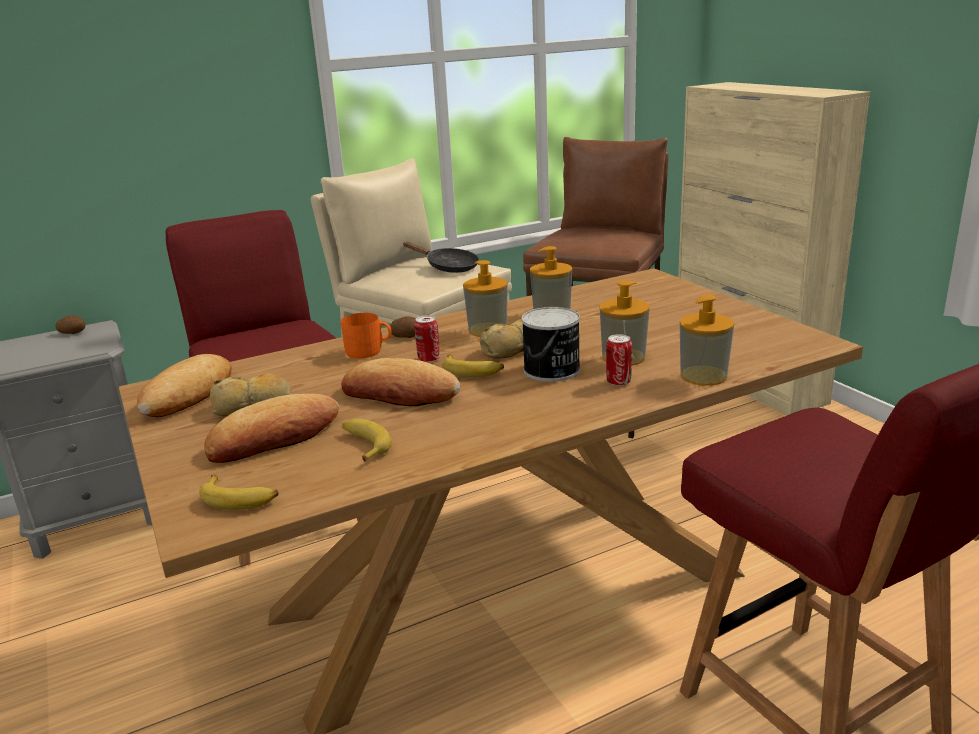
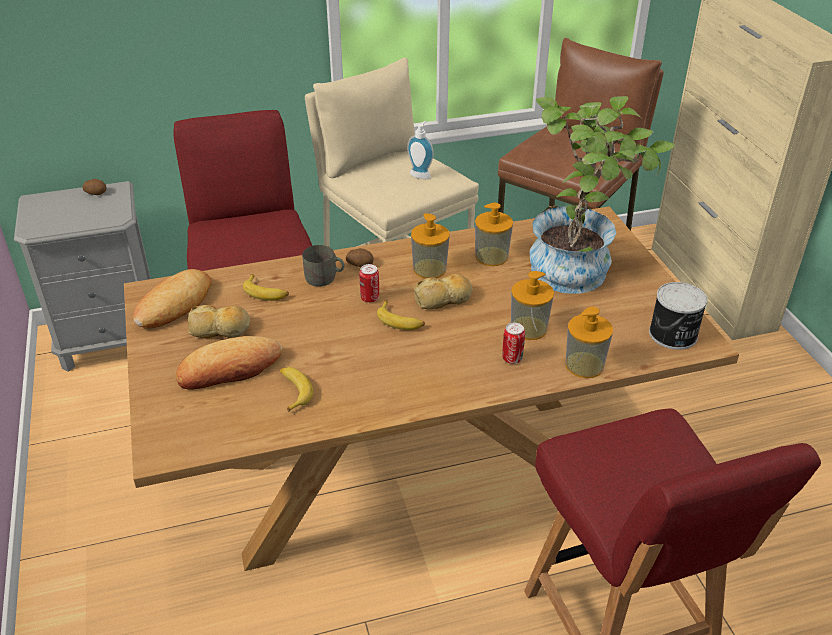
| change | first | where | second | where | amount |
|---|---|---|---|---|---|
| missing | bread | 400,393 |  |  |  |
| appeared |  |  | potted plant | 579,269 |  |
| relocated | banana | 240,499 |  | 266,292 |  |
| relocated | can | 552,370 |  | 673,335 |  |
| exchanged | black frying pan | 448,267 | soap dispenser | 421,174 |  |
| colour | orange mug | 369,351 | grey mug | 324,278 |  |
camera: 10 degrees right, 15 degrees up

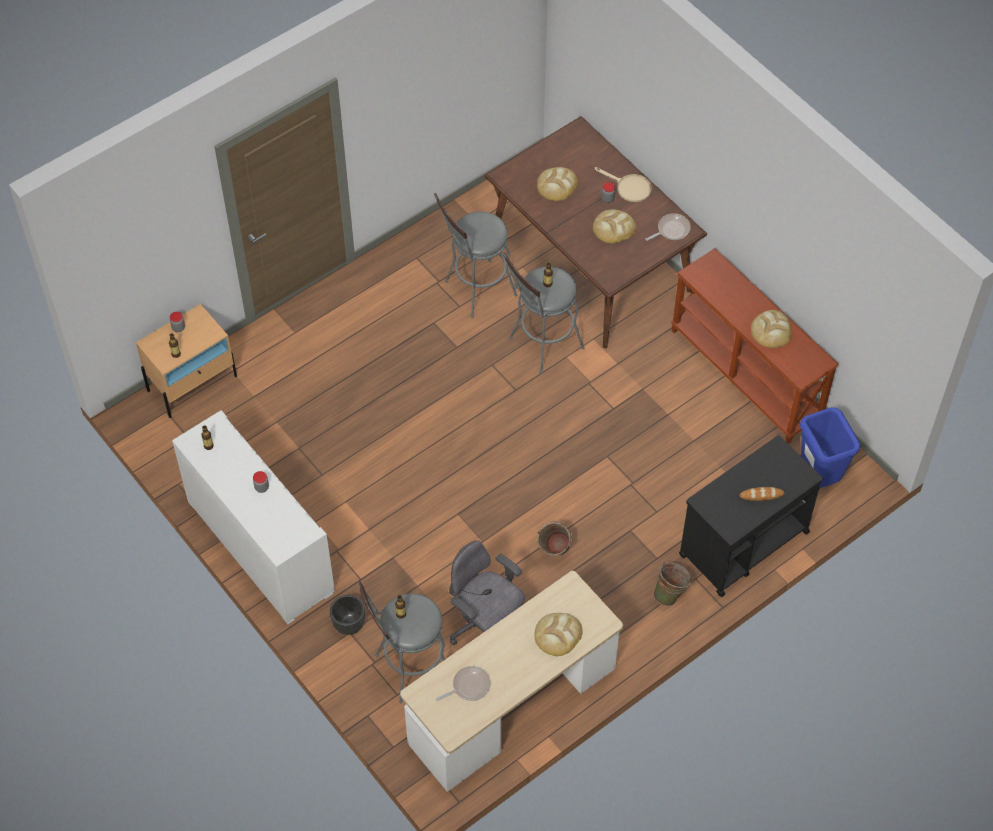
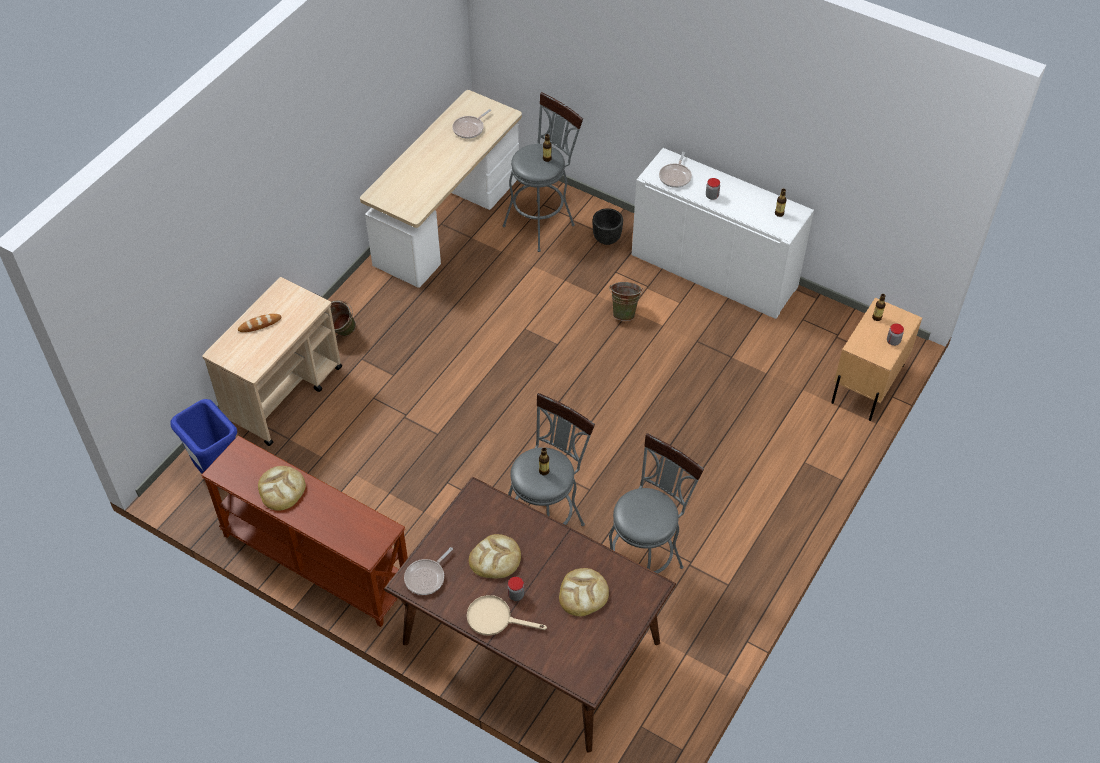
| change | first | where | second | where | amount |
|---|---|---|---|---|---|
| missing | grey office chair | 485,626 |  |  |  |
| missing | bread | 557,635 |  |  |  |
| appeared |  |  | frying pan | 675,176 |  |
| relocated | green bucket | 554,553 |  | 624,312 |  |
| colour | black cart | 743,544 | beige cart | 283,393 |  |
camera: 160 degrees right, 5 degrees down

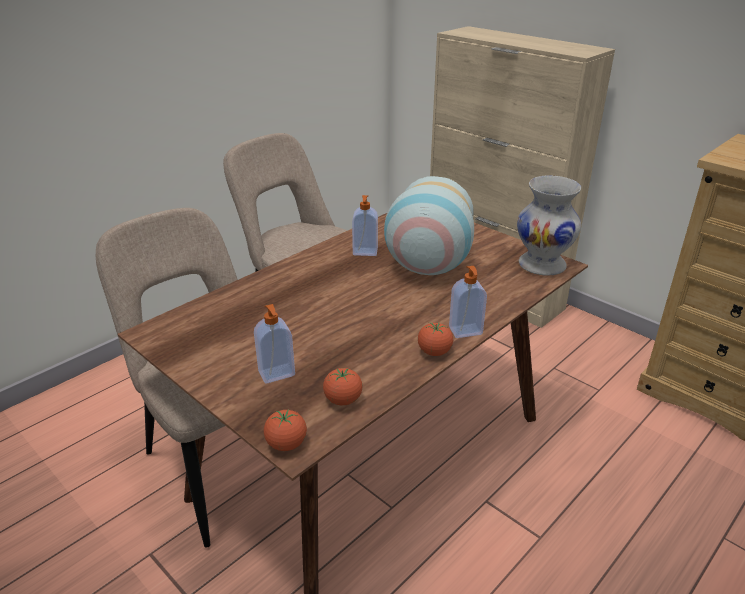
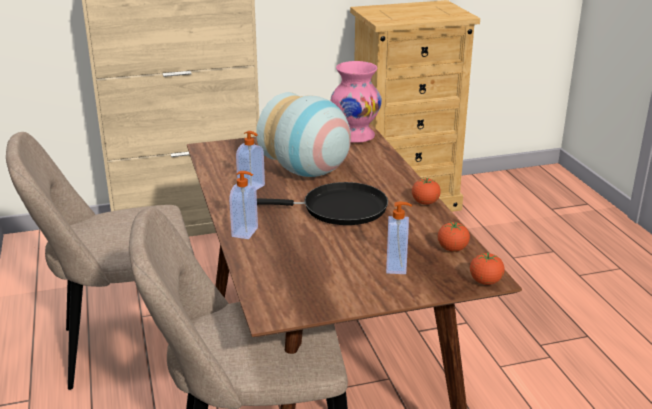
| change | first | where | second | where | amount |
|---|---|---|---|---|---|
| appeared |  |  | black frying pan | 338,209 |  |
| relocated | soap dispenser | 466,331 |  | 246,232 |  |
| colour | white vase | 541,265 | pink vase | 355,136 |  |
camera: 60 degrees left, 5 degrees down

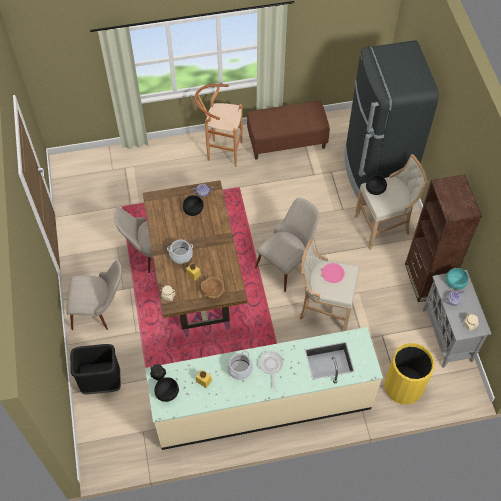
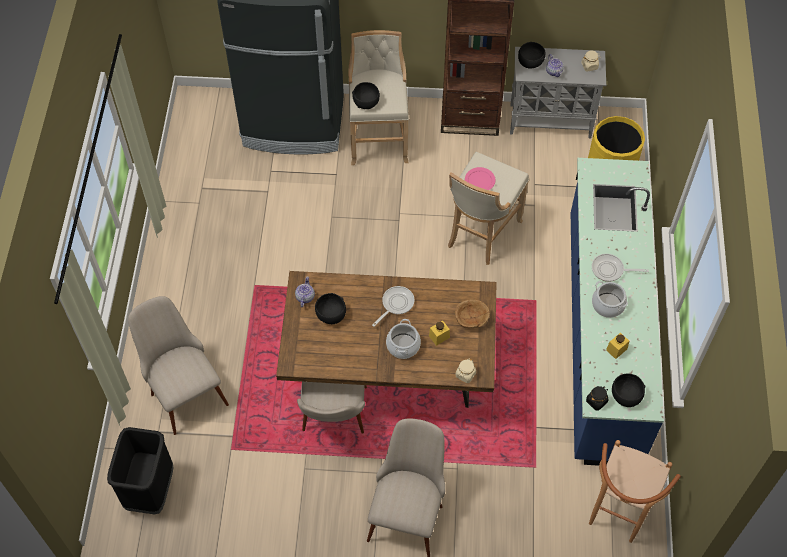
| change | first | where | second | where | amount |
|---|---|---|---|---|---|
| missing | brown bench | 287,141 |  |  |  |
| appeared |  |  | frying pan | 395,304 |  |
| relocated | black trash can | 101,383 |  | 151,490 |  |
| relocated | brown stool | 221,151 |  | 616,517 |  |
| relocated | beige chair | 287,263 |  | 183,389 |  |
| colour | beige counter | 262,405 | blue counter | 600,336 |  |
| colour | turquoise bowl | 455,282 | black bowl | 530,62 |  |
camera: 75 degrees left, 0 degrees up

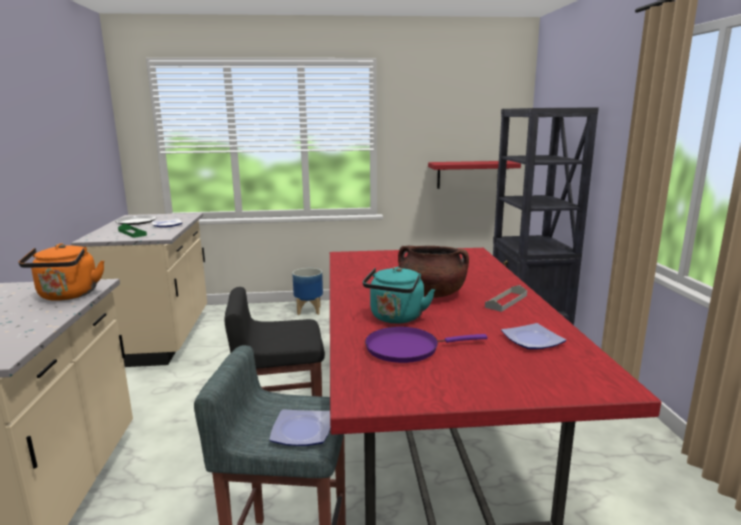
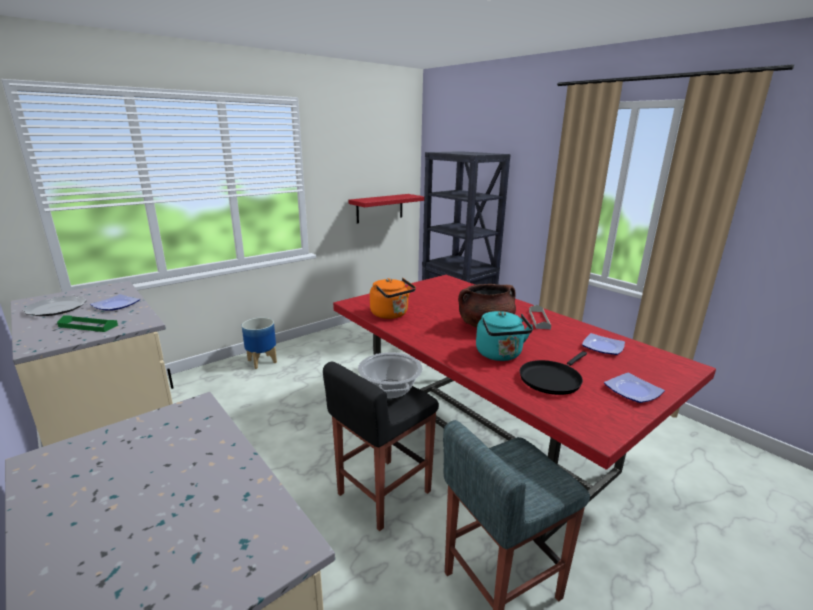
| change | first | where | second | where | amount |
|---|---|---|---|---|---|
| appeared |  |  | cooking pot | 390,389 |  |
| relocated | orange kettle | 68,296 |  | 391,314 |  |
| relocated | plate | 302,432 |  | 634,391 |  |
| colour | purple frying pan | 407,348 | black frying pan | 551,379 |  |
camera: 35 degrees left, 5 degrees up

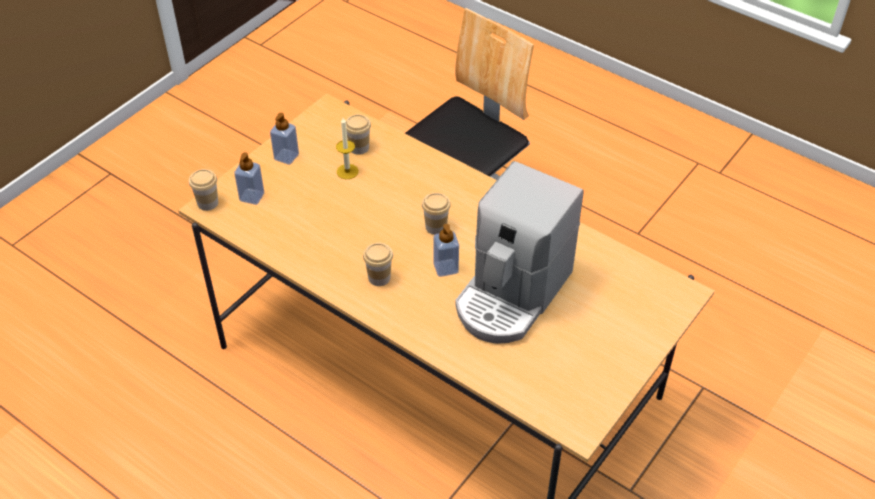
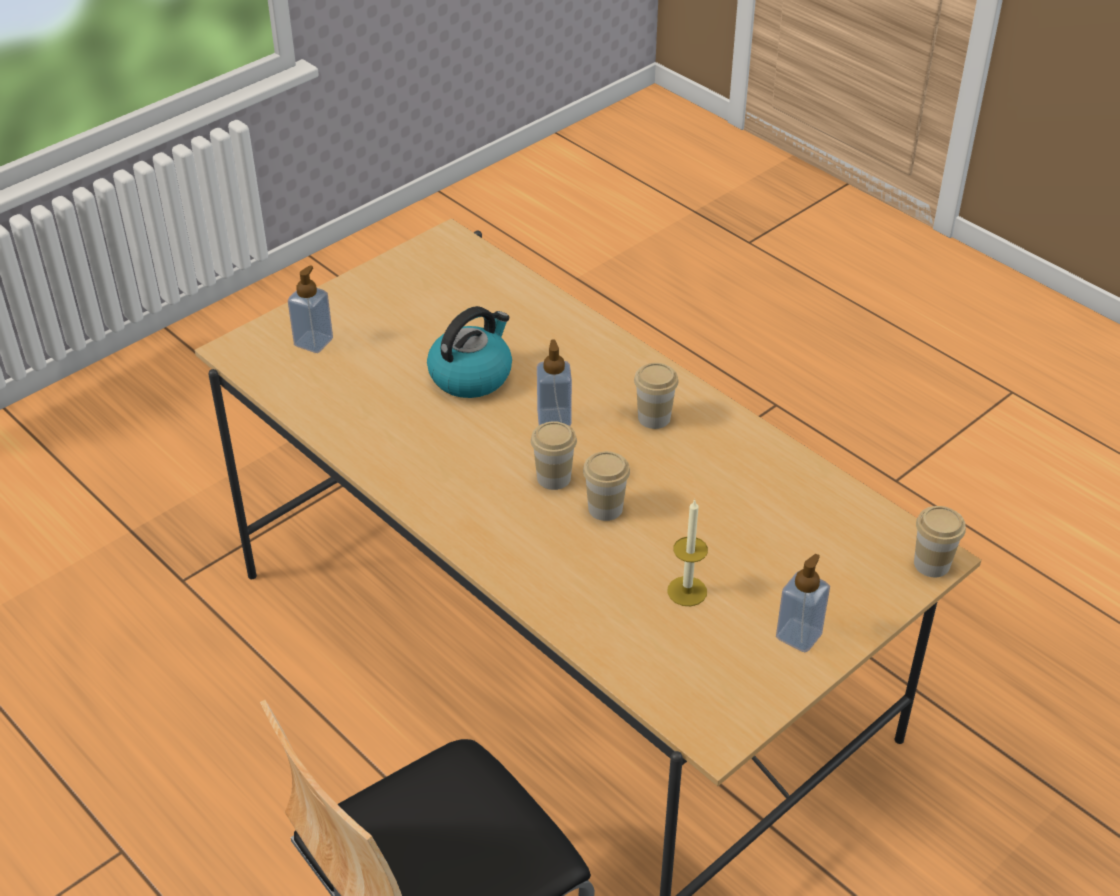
| change | first | where | second | where | amount |
|---|---|---|---|---|---|
| relocated | soap dispenser | 252,197 |  | 313,342 |  |
| relocated | cup | 359,147 |  | 605,508 |  |
| exchanged | coffee machine | 512,294 | kettle | 471,375 |  |
camera: 170 degrees left, 5 degrees down

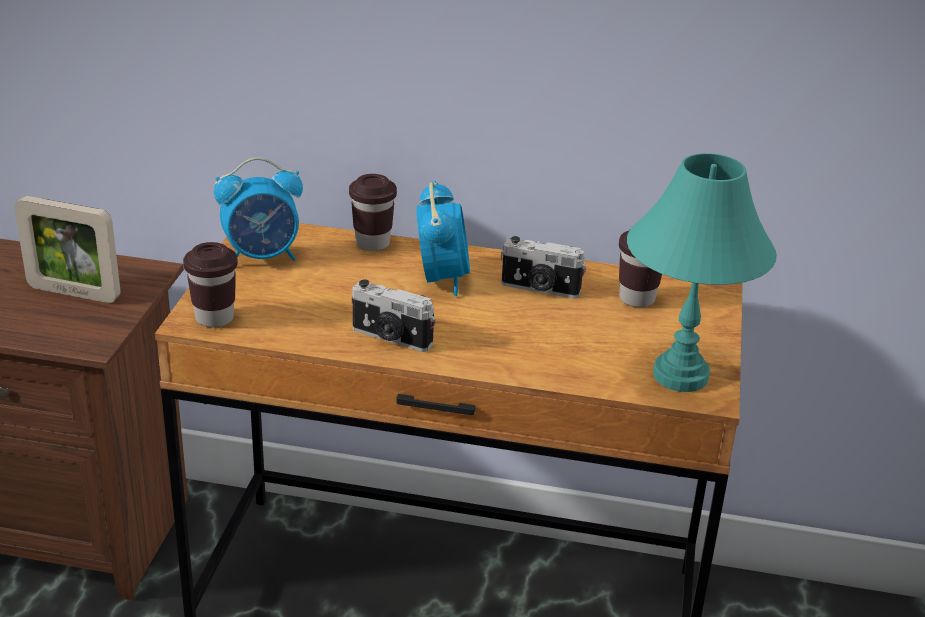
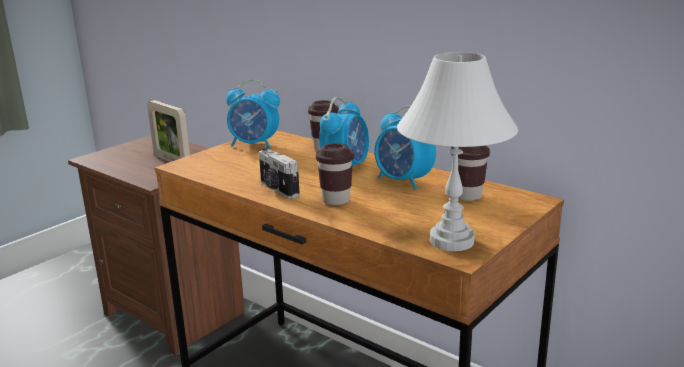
| change | first | where | second | where | amount |
|---|---|---|---|---|---|
| relocated | brown cup | 214,318 |  | 336,200 |  |
| exchanged | photo camera | 540,289 | alarm clock | 404,181 |  |
| colour | turquoise table lamp | 680,375 | white table lamp | 452,240 |  |
camera: 30 degrees right, 10 degrees down

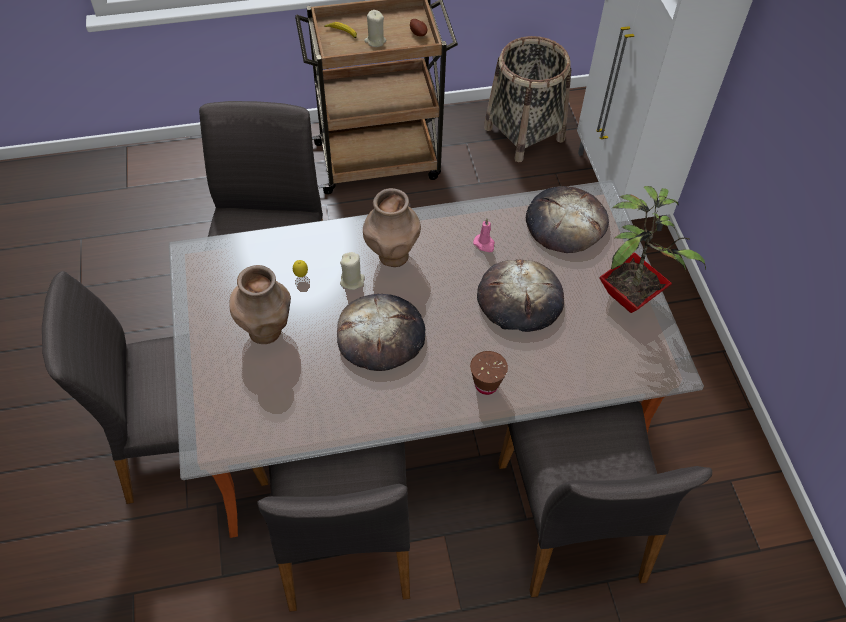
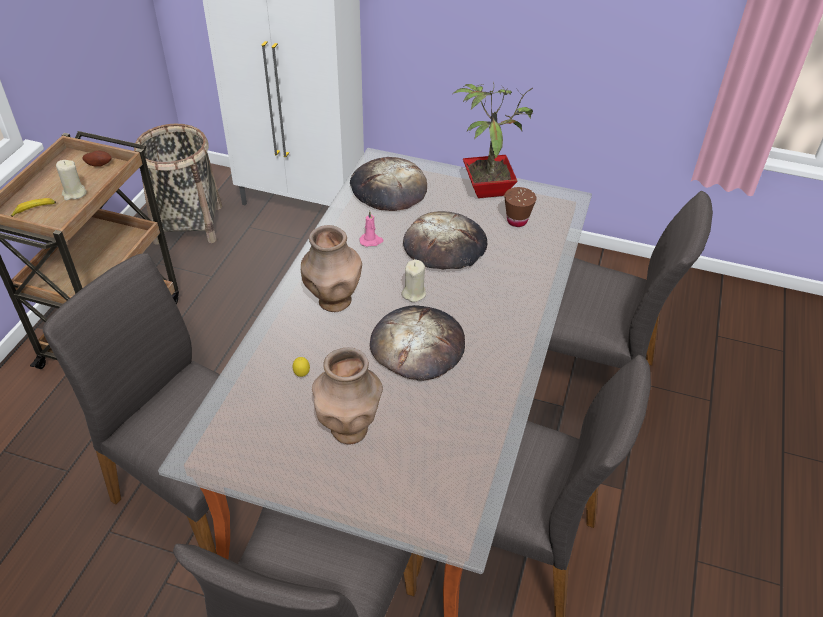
| change | first | where | second | where | amount |
|---|---|---|---|---|---|
| relocated | beige candle | 352,281 |  | 414,293 |  |
| relocated | brown cup | 486,385 |  | 517,221 |  |
camera: 60 degrees left, 10 degrees down

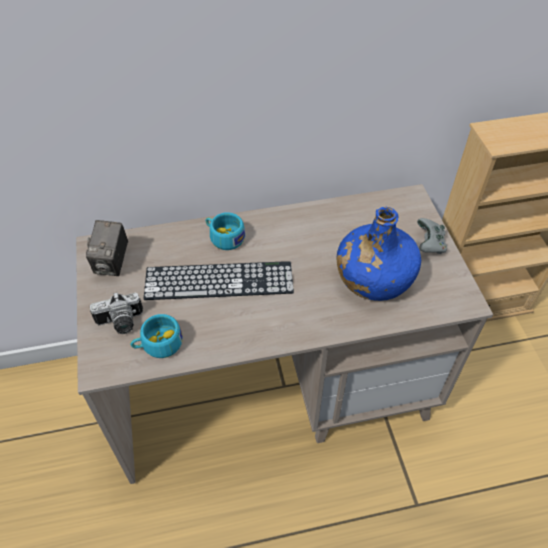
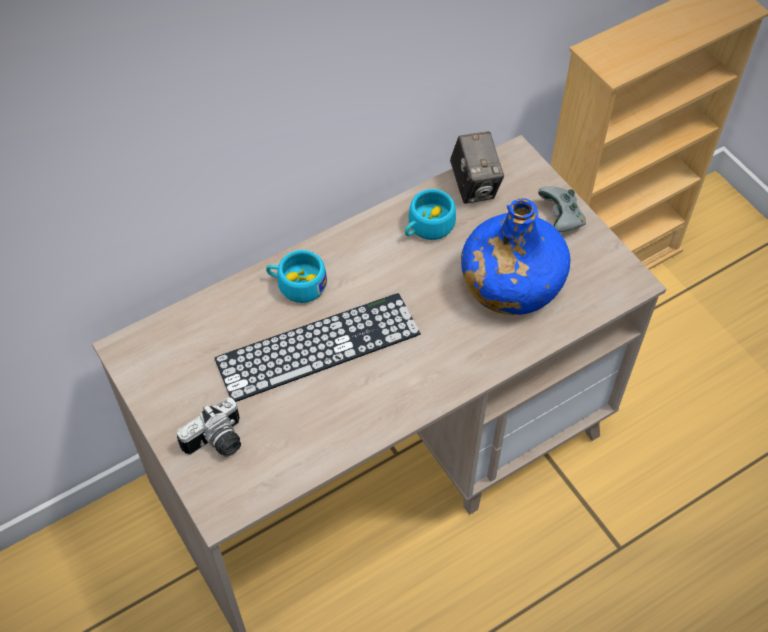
| change | first | where | second | where | amount |
|---|---|---|---|---|---|
| relocated | photo camera | 112,263 |  | 474,186 |  |
| relocated | turquoise cup | 158,344 |  | 427,227 |  |
camera: 20 degrees left, 5 degrees up

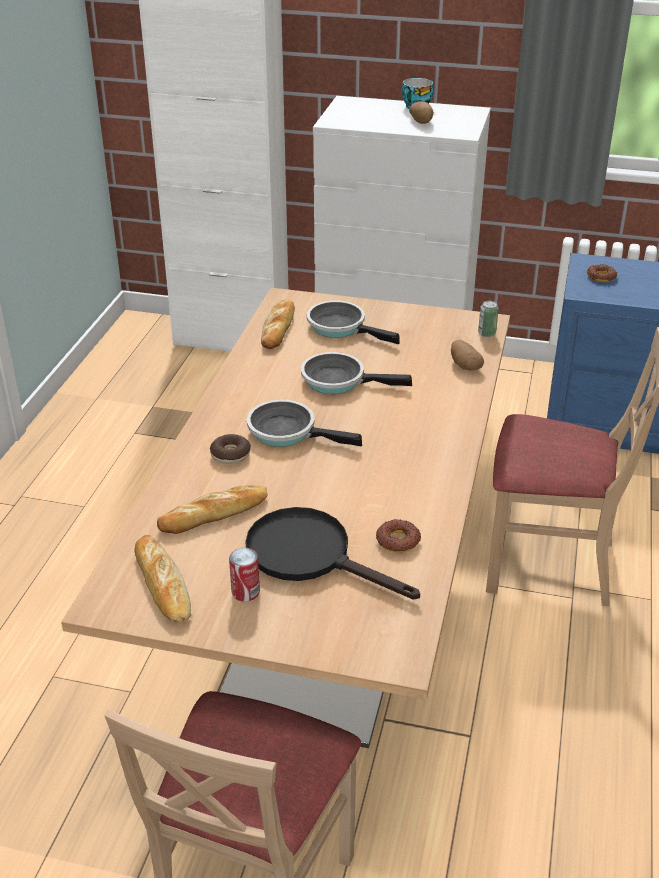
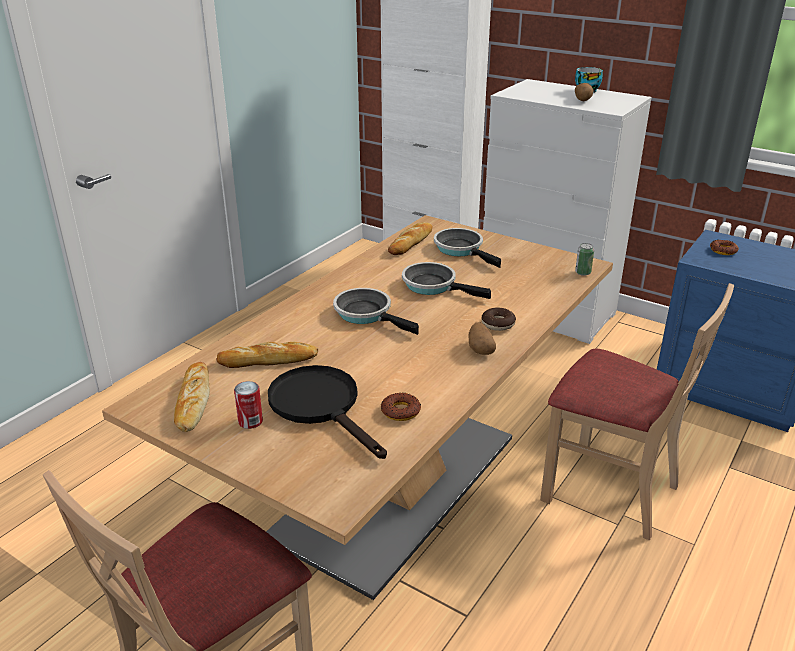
| change | first | where | second | where | amount |
|---|---|---|---|---|---|
| relocated | donut | 230,454 |  | 498,324 |  |
| relocated | potato | 464,365 |  | 480,349 |  |
camera: 20 degrees right, 5 degrees down

